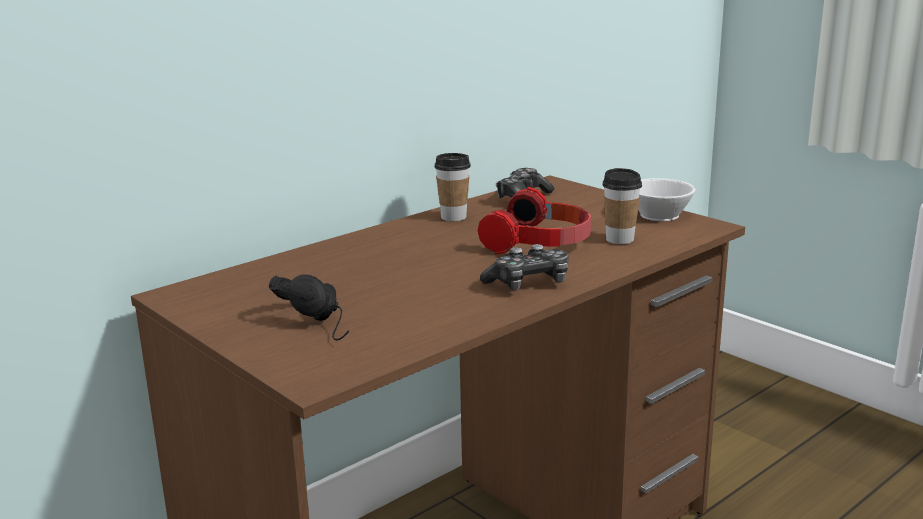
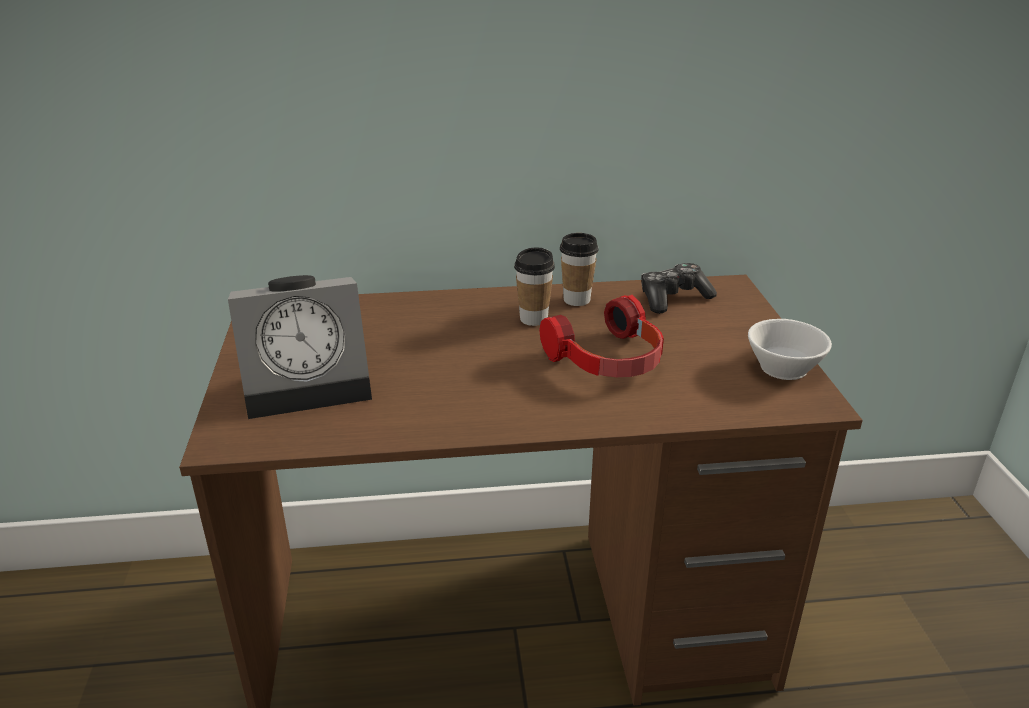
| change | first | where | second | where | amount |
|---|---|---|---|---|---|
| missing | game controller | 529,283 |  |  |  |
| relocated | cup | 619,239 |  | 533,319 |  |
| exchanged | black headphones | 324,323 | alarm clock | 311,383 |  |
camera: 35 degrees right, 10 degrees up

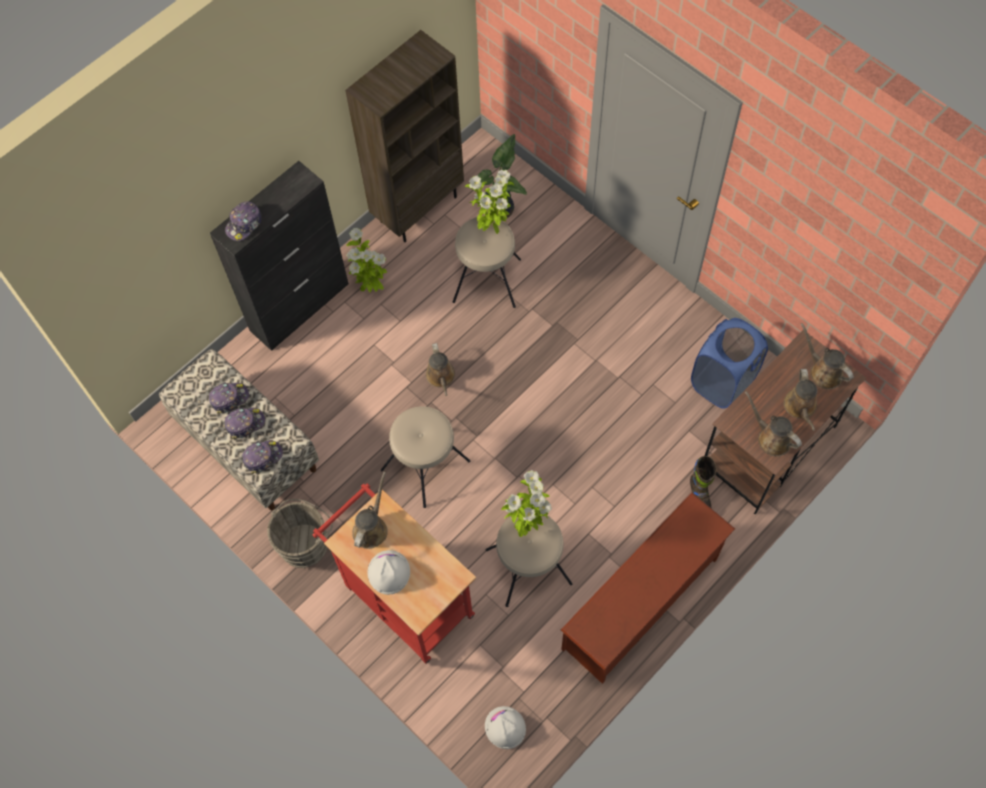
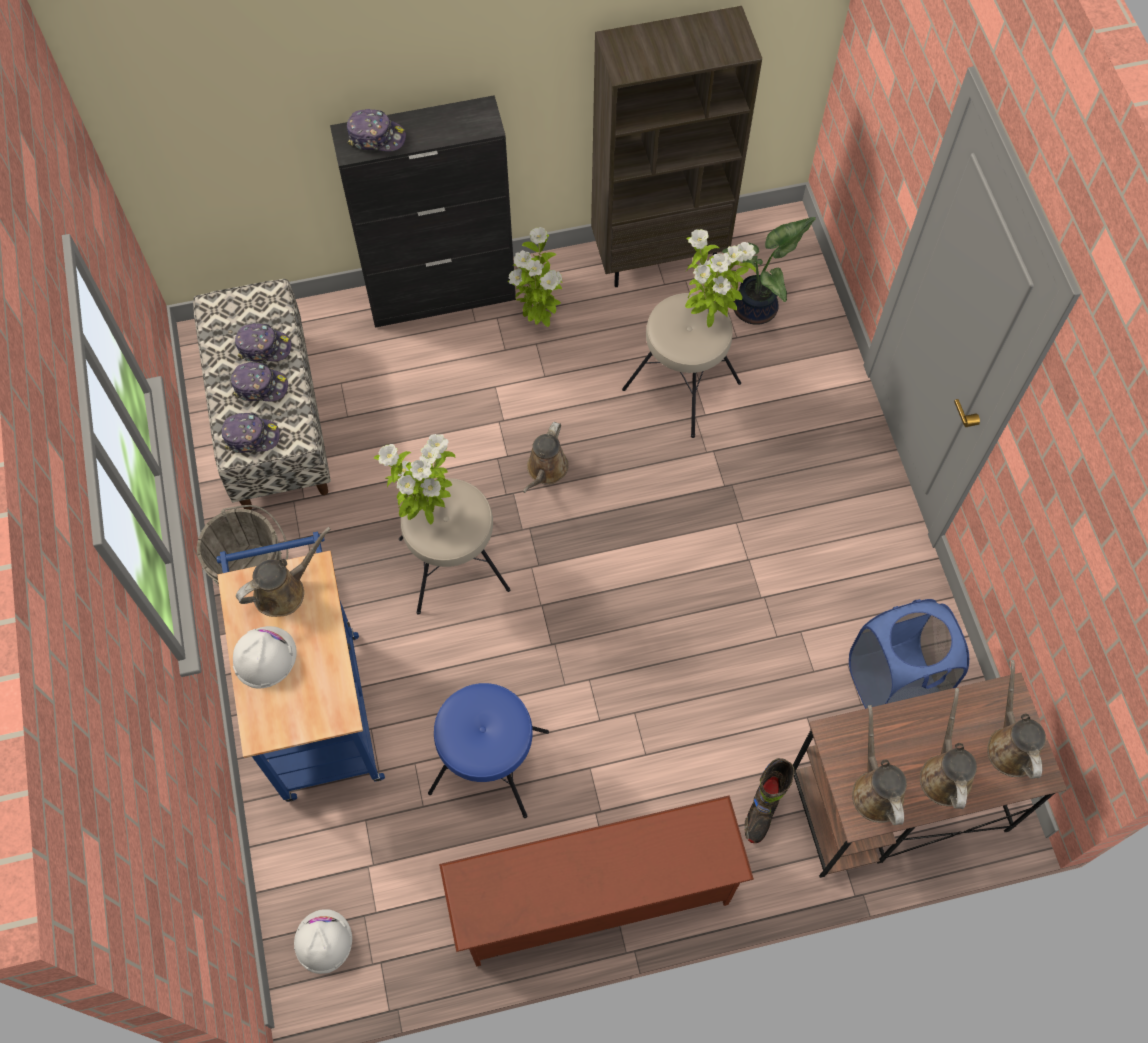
| change | first | where | second | where | amount |
|---|---|---|---|---|---|
| relocated | potted plant | 526,524 |  | 426,511 |  |
| colour | red cart | 404,596 | blue cart | 319,705 |  |
| colour | beige stool | 529,567 | blue stool | 489,763 |  |
| spun | cap | 244,224 |  | 376,137 | 150 degrees counterclockwise |
| spun | brown watering can | 800,407 |  | 944,773 | 150 degrees clockwise |
camera: 30 degrees right, 0 degrees up

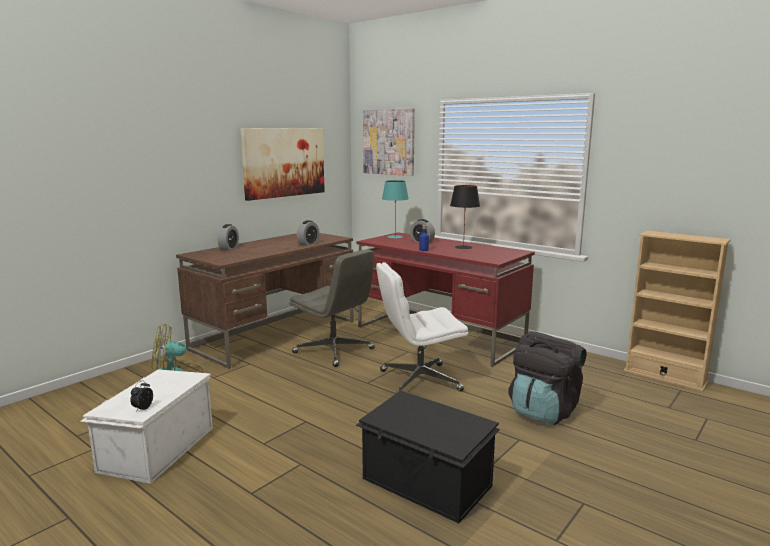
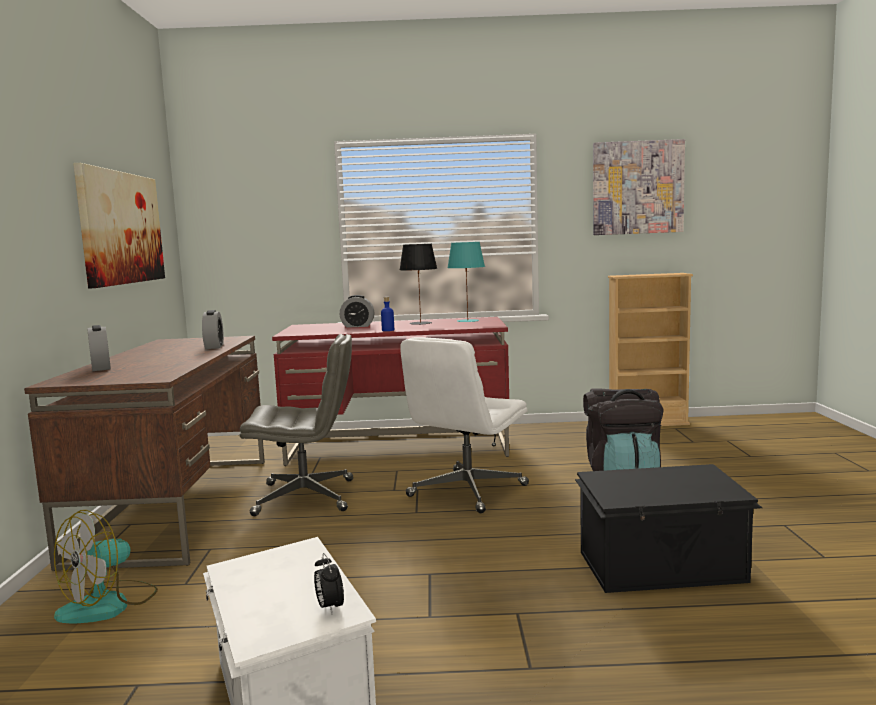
| change | first | where | second | where | amount |
|---|---|---|---|---|---|
| relocated | picture | 389,142 |  | 637,188 |  |
| relocated | turquoise table lamp | 395,237 |  | 468,321 |  |
camera: 40 degrees left, 5 degrees down

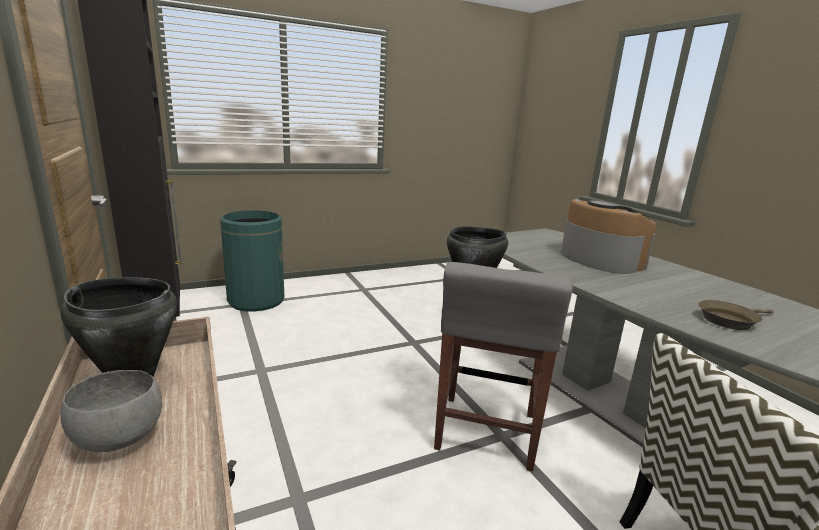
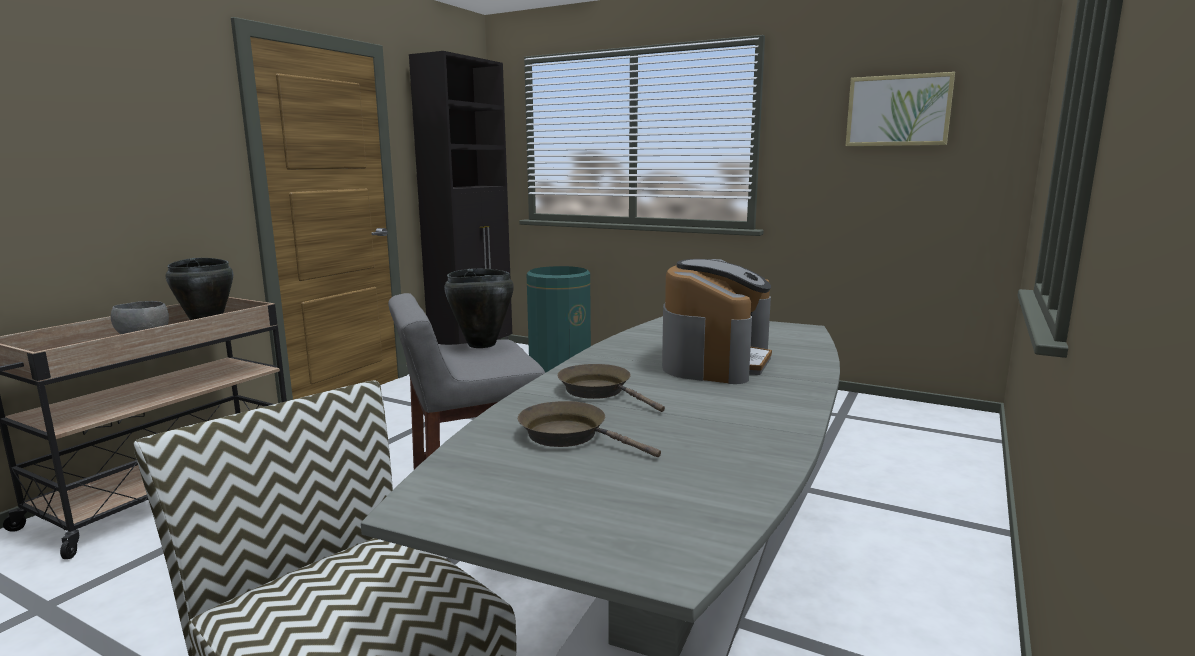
| change | first | where | second | where | amount |
|---|---|---|---|---|---|
| appeared |  |  | brown frying pan | 599,391 |  |
| appeared |  |  | picture | 898,110 |  |
camera: 55 degrees right, 5 degrees down

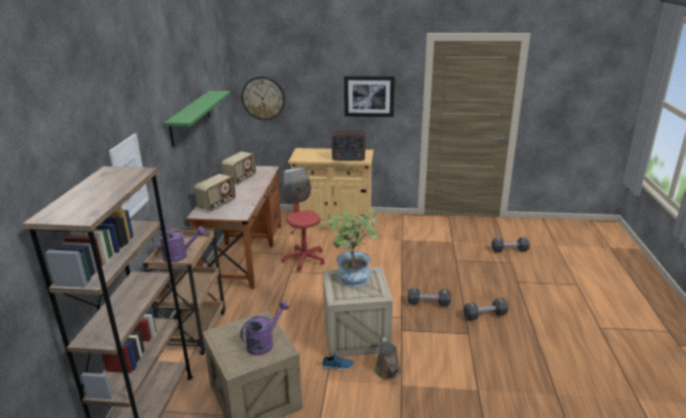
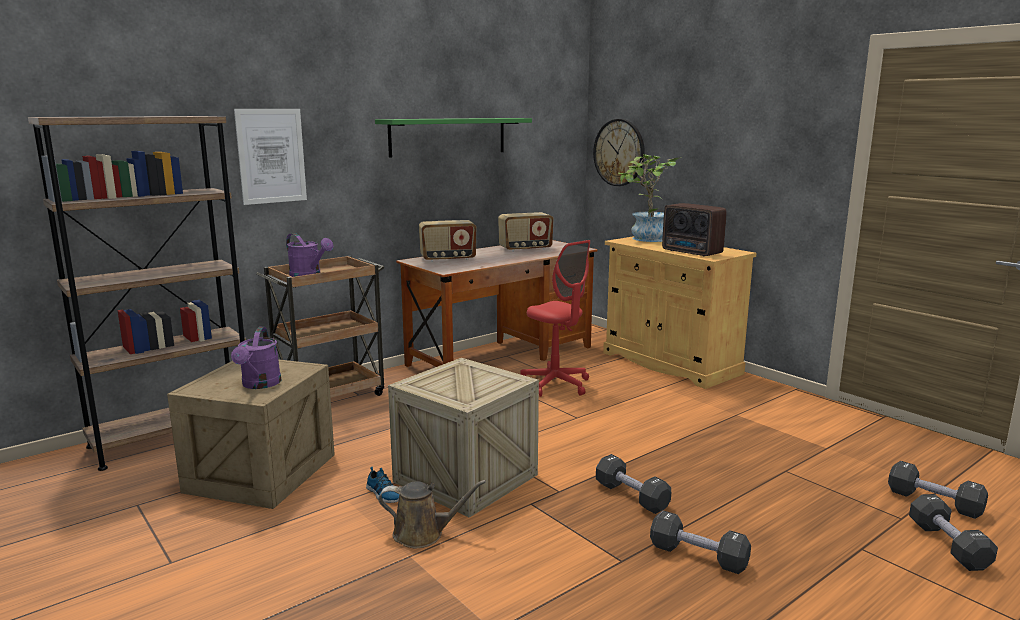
| change | first | where | second | where | amount |
|---|---|---|---|---|---|
| missing | picture | 369,96 |  |  |  |
| appeared |  |  | black dumbbell | 948,545 |  |
| relocated | potted plant | 353,281 |  | 646,239 |  |
| spun | purple watering can | 264,343 |  | 259,385 | 90 degrees clockwise |
| spun | red office chair | 304,259 |  | 556,385 | 120 degrees clockwise |
| spun | brown watering can | 388,372 |  | 423,534 | 120 degrees counterclockwise |
camera: 45 degrees right, 10 degrees down

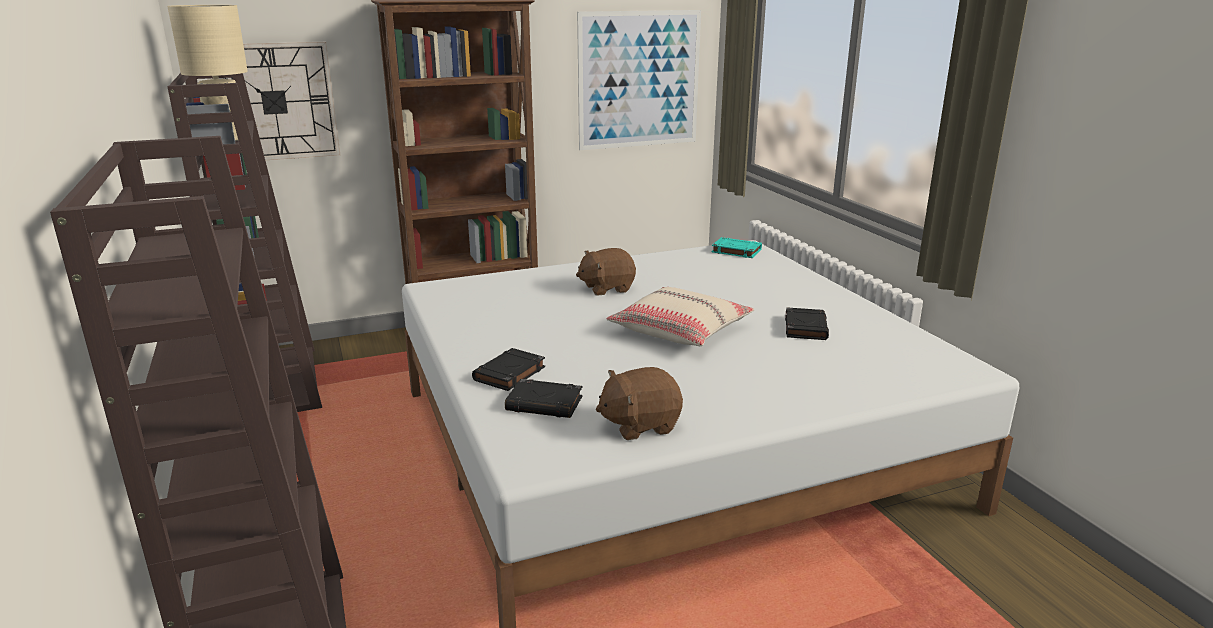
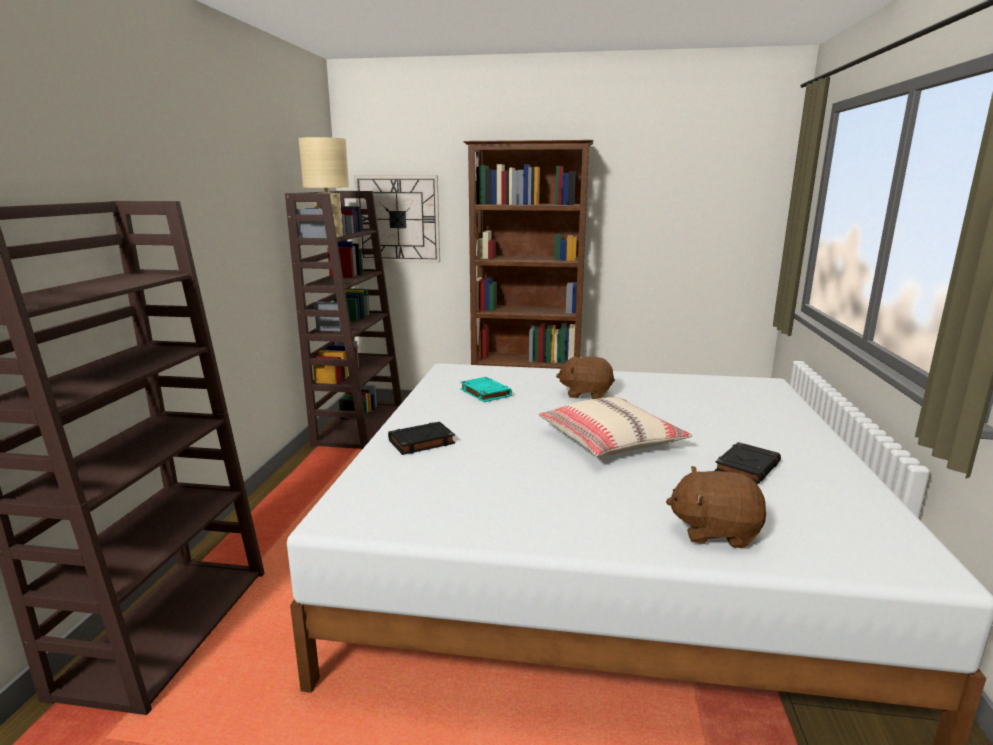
| change | first | where | second | where | amount |
|---|---|---|---|---|---|
| missing | black book | 545,404 |  |  |  |
| missing | picture | 639,80 |  |  |  |
| relocated | brown plush toy | 639,424 |  | 714,531 |  |
| relocated | turquoise book | 735,251 |  | 485,393 |  |
camera: 30 degrees right, 5 degrees down

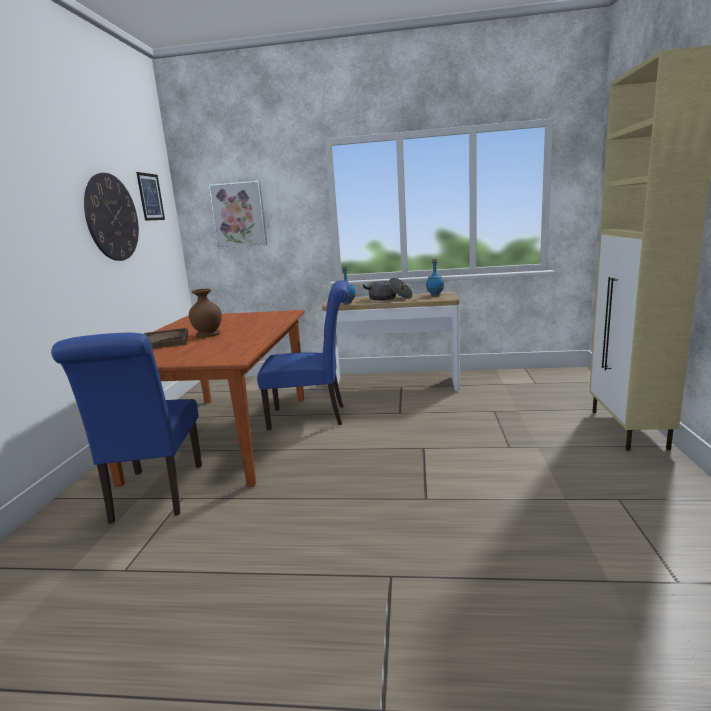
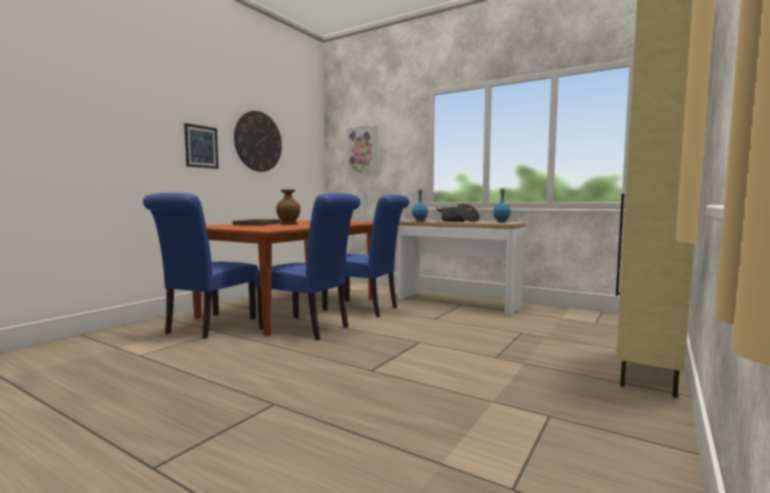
| change | first | where | second | where | amount |
|---|---|---|---|---|---|
| appeared |  |  | blue chair | 309,328 |  |
| relocated | picture | 150,197 |  | 201,146 |  |
camera: 25 degrees right, 10 degrees down

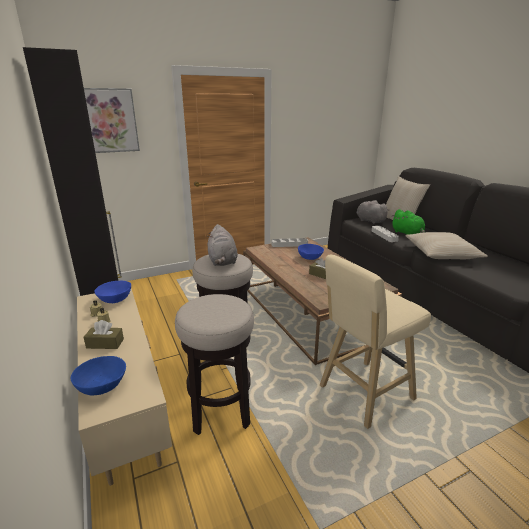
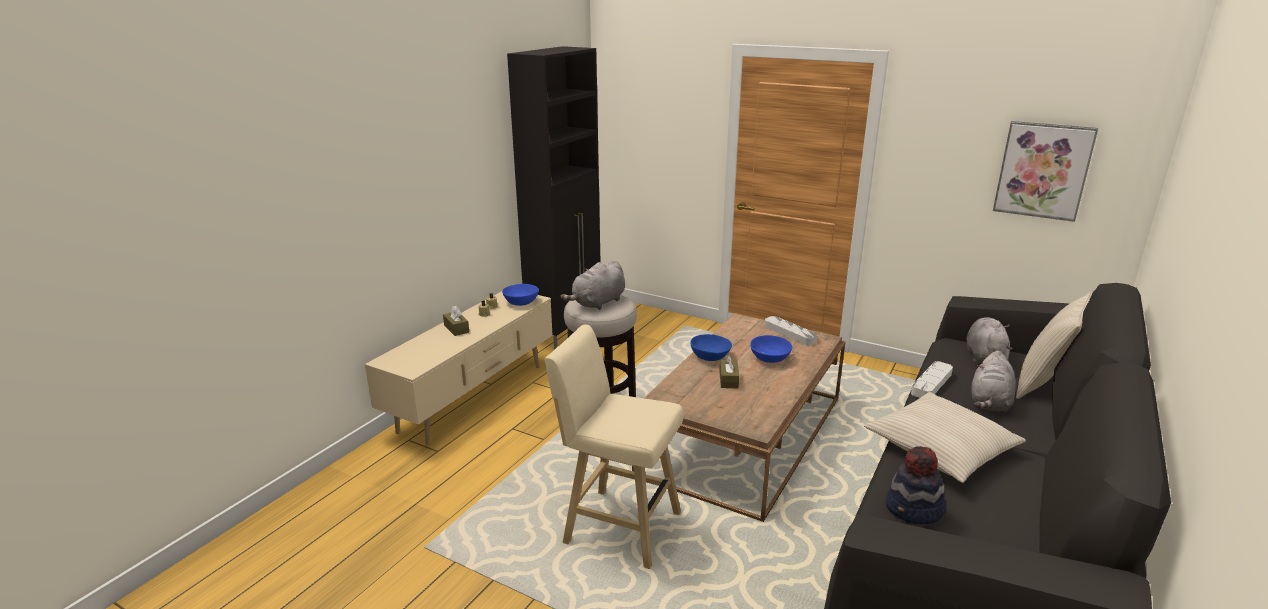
| change | first | where | second | where | amount |
|---|---|---|---|---|---|
| missing | stool | 220,410 |  |  |  |
| appeared |  |  | hat | 914,509 |  |
| relocated | blue bowl | 102,385 |  | 710,356 |  |
| relocated | picture | 109,121 |  | 1043,170 |  |
| colour | green plush toy | 407,234 | grey plush toy | 989,403 |  |
camera: 55 degrees right, 0 degrees up

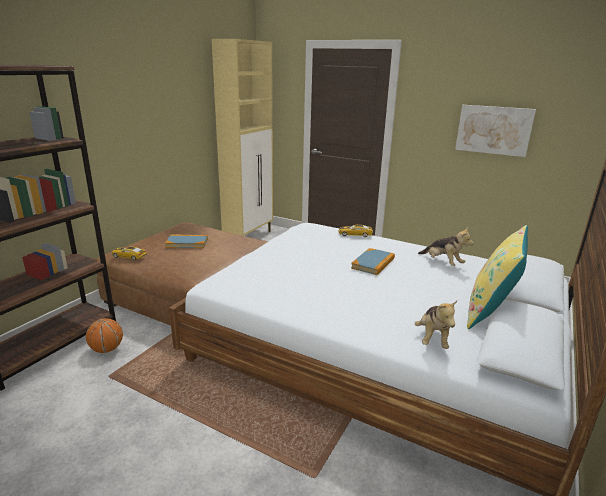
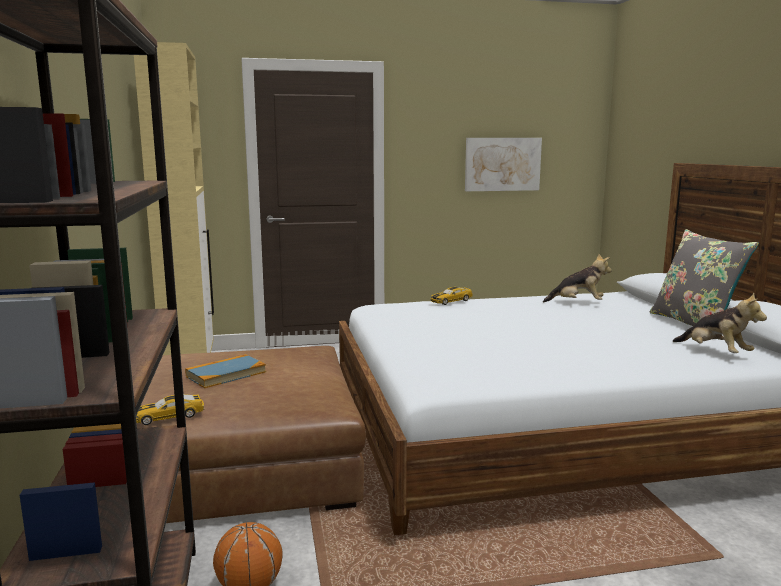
| change | first | where | second | where | amount |
|---|---|---|---|---|---|
| missing | book | 373,263 |  |  |  |
| colour | yellow pillow | 490,311 | grey pillow | 694,324 |  |
camera: 40 degrees left, 10 degrees down

